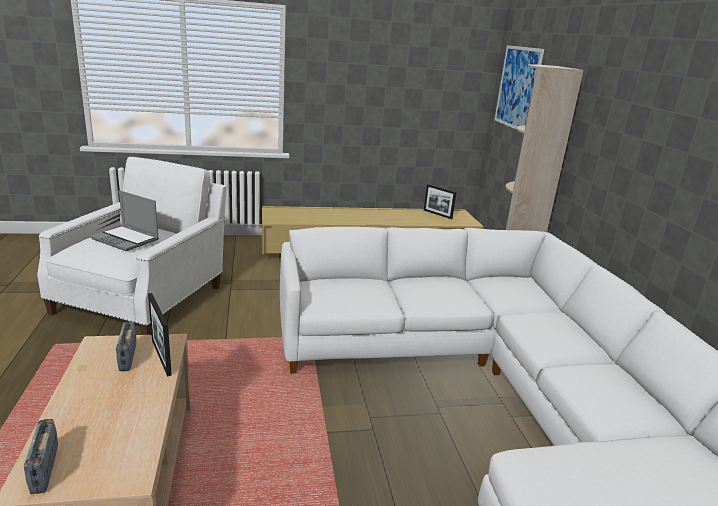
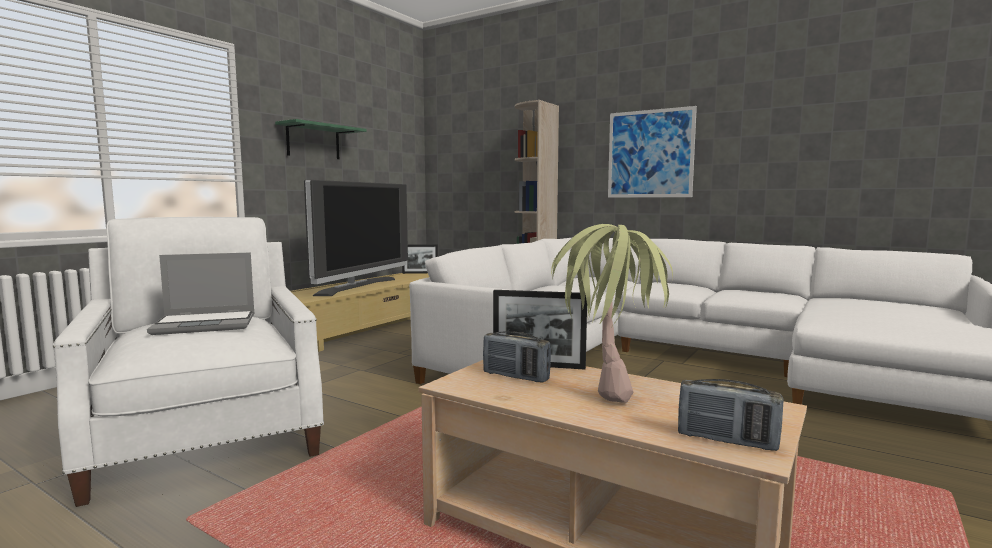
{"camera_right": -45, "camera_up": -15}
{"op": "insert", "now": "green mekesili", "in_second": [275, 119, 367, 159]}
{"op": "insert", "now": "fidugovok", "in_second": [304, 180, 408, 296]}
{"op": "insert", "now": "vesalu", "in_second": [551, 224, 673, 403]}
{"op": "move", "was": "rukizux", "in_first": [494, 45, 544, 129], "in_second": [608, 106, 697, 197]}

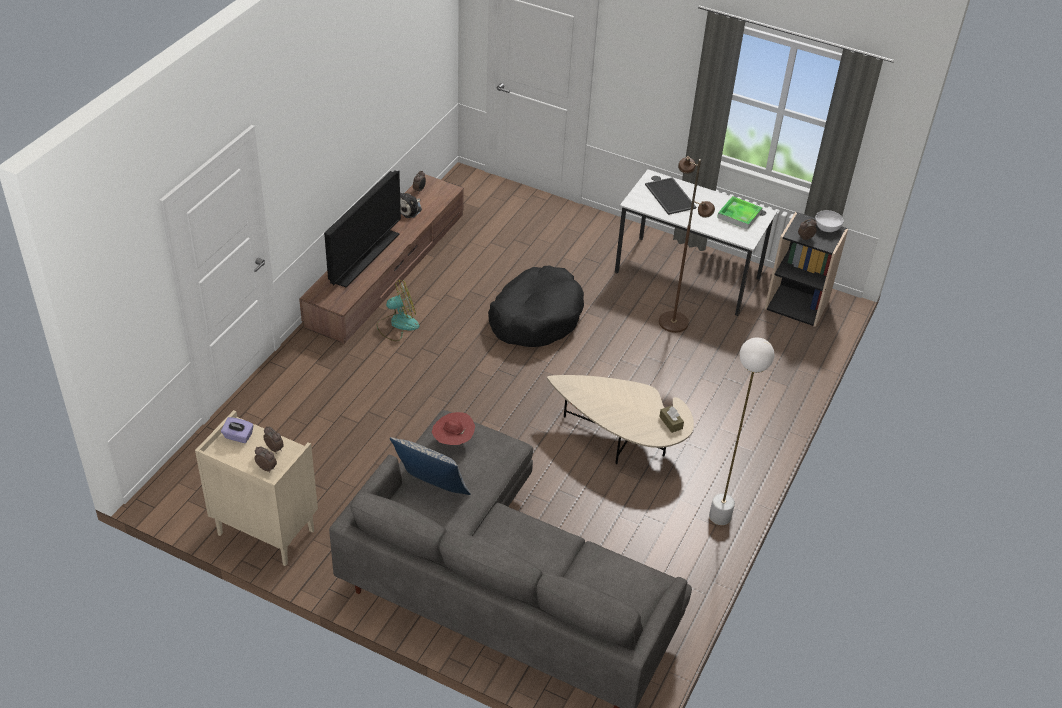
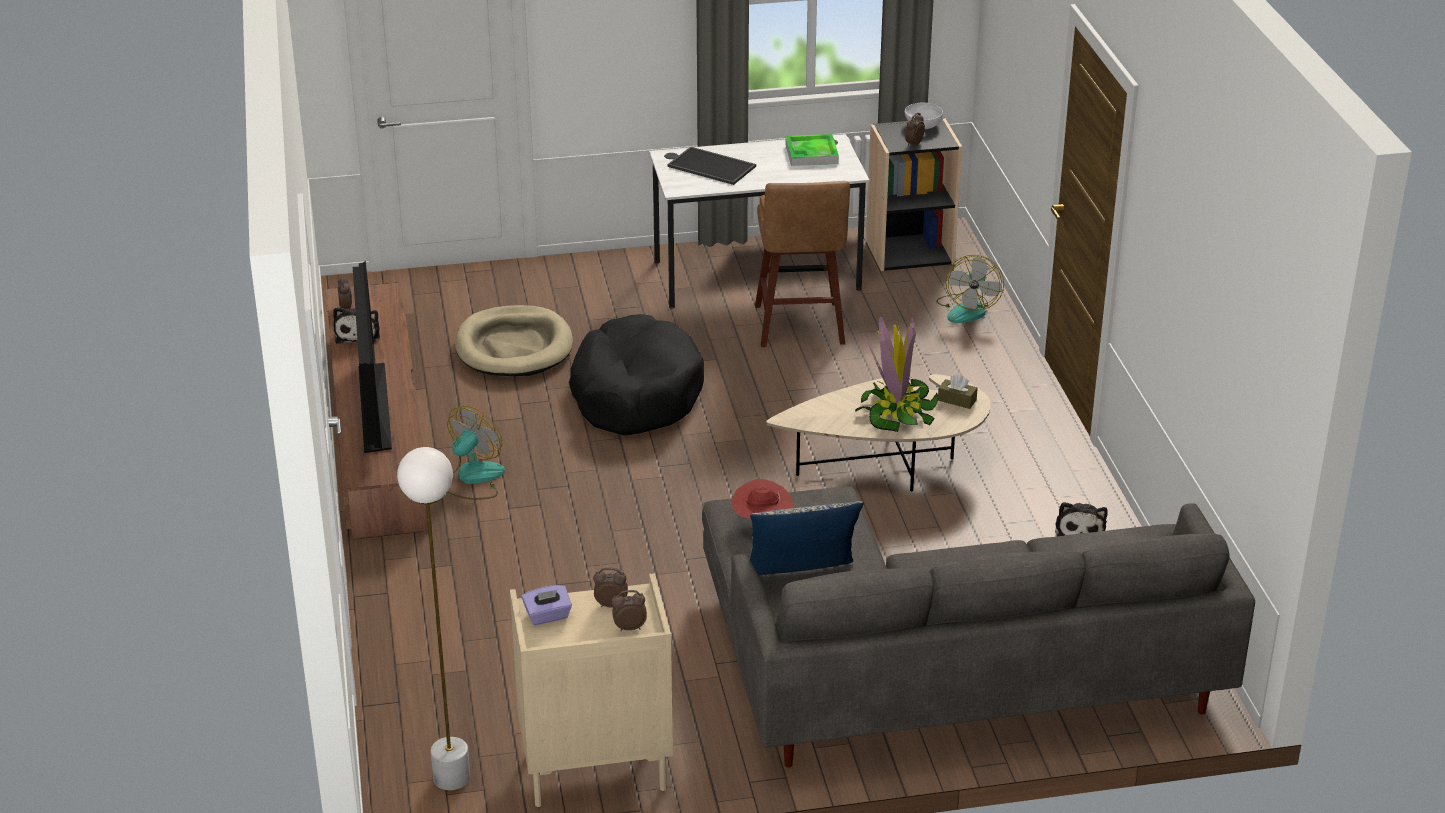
{"camera_right": -35, "camera_up": -10}
{"op": "insert", "now": "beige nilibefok", "in_second": [455, 305, 573, 376]}
{"op": "insert", "now": "vesalu", "in_second": [855, 312, 938, 432]}
{"op": "insert", "now": "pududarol", "in_second": [936, 255, 1004, 323]}
{"op": "insert", "now": "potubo", "in_second": [1055, 502, 1108, 536]}
{"op": "move", "was": "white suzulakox", "in_first": [709, 337, 775, 525], "in_second": [397, 447, 470, 790]}
{"op": "replace", "was": "brown suzulakox", "now": "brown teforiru", "in_first": [659, 156, 715, 333], "in_second": [755, 181, 850, 347]}

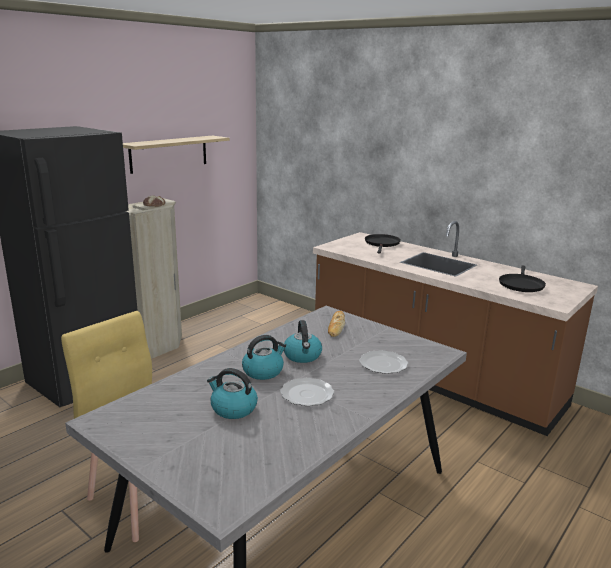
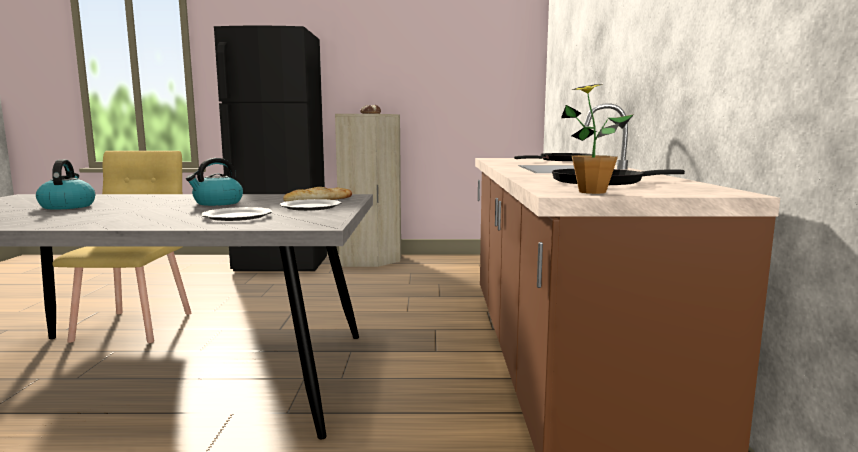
{"camera_right": 50, "camera_up": -10}
{"op": "delete", "was": "mekesili", "in_first": [123, 136, 230, 174]}
{"op": "delete", "was": "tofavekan", "in_first": [242, 335, 286, 380]}
{"op": "insert", "now": "vesalu", "in_second": [561, 84, 634, 194]}
{"op": "move", "was": "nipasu", "in_first": [280, 378, 334, 406], "in_second": [279, 199, 341, 211]}

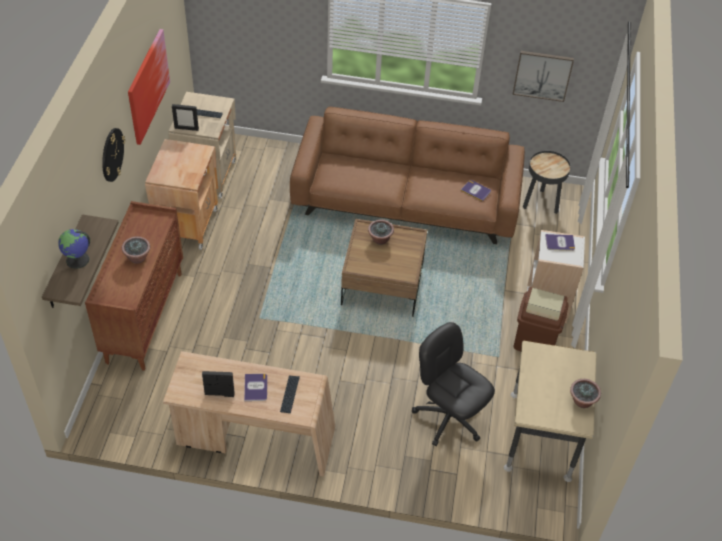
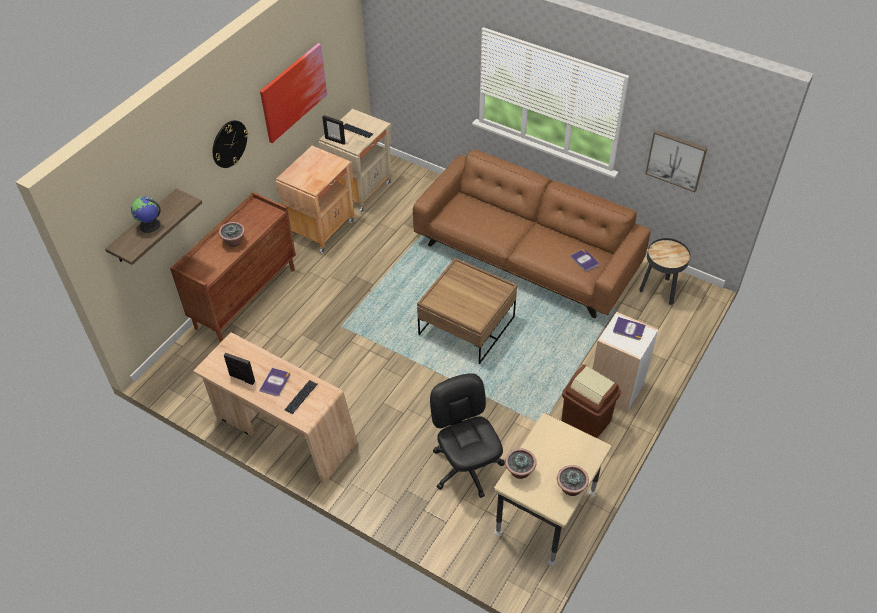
{"camera_right": 25, "camera_up": 0}
{"op": "move", "was": "vesalu", "in_first": [368, 220, 394, 245], "in_second": [505, 448, 537, 479]}

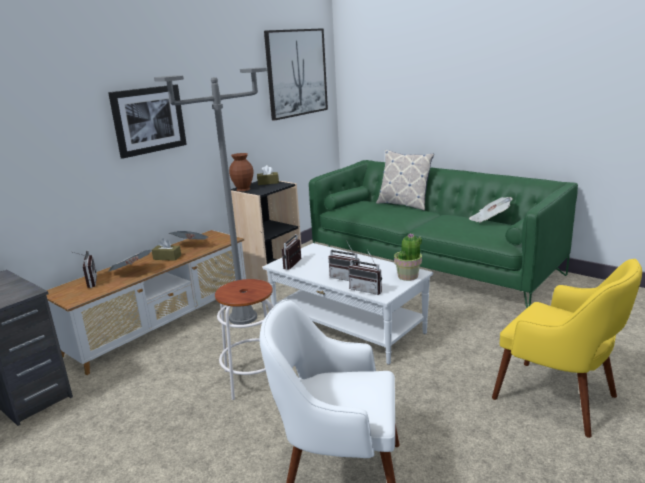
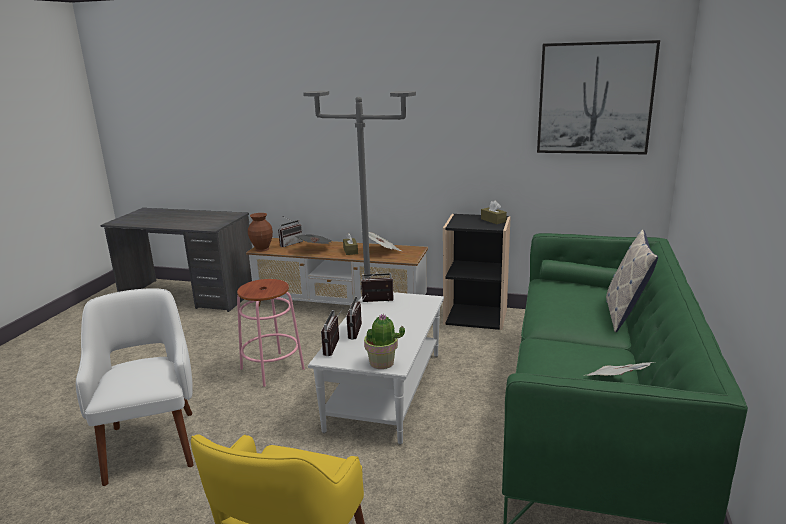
{"camera_right": 65, "camera_up": 0}
{"op": "delete", "was": "rukizux", "in_first": [108, 85, 187, 159]}
{"op": "move", "was": "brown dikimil", "in_first": [229, 153, 253, 191], "in_second": [248, 213, 273, 252]}
{"op": "recolor", "was": "white teforiru", "now": "pink teforiru", "in_first": [215, 279, 274, 400], "in_second": [237, 279, 305, 387]}

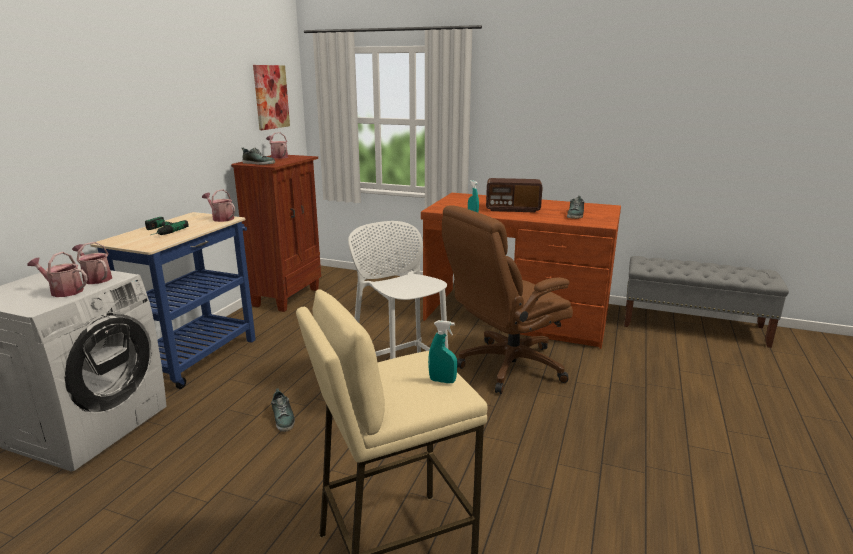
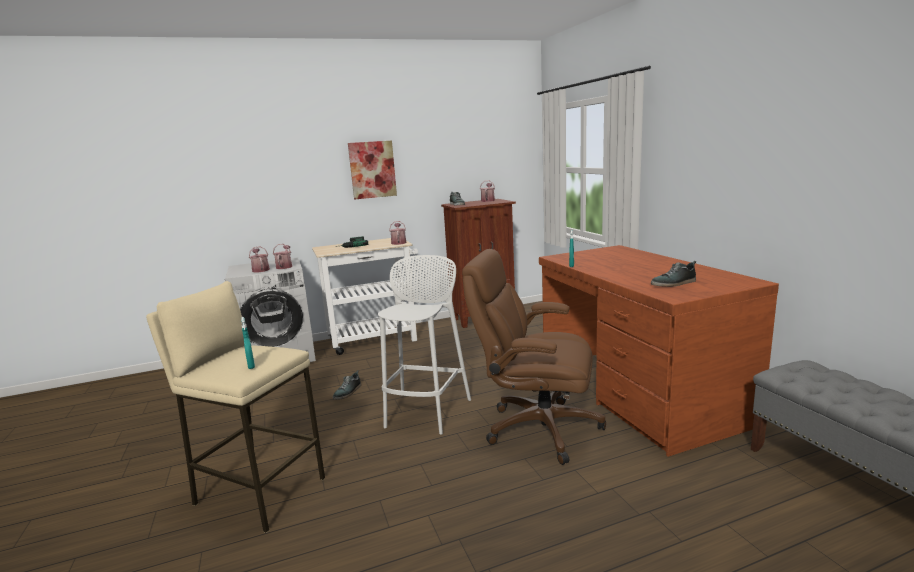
{"camera_right": 50, "camera_up": -5}
{"op": "delete", "was": "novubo", "in_first": [486, 178, 543, 213]}
{"op": "move", "was": "rukizux", "in_first": [253, 65, 290, 130], "in_second": [348, 141, 397, 199]}
{"op": "recolor", "was": "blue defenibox", "now": "white defenibox", "in_first": [90, 212, 256, 389], "in_second": [312, 238, 418, 355]}

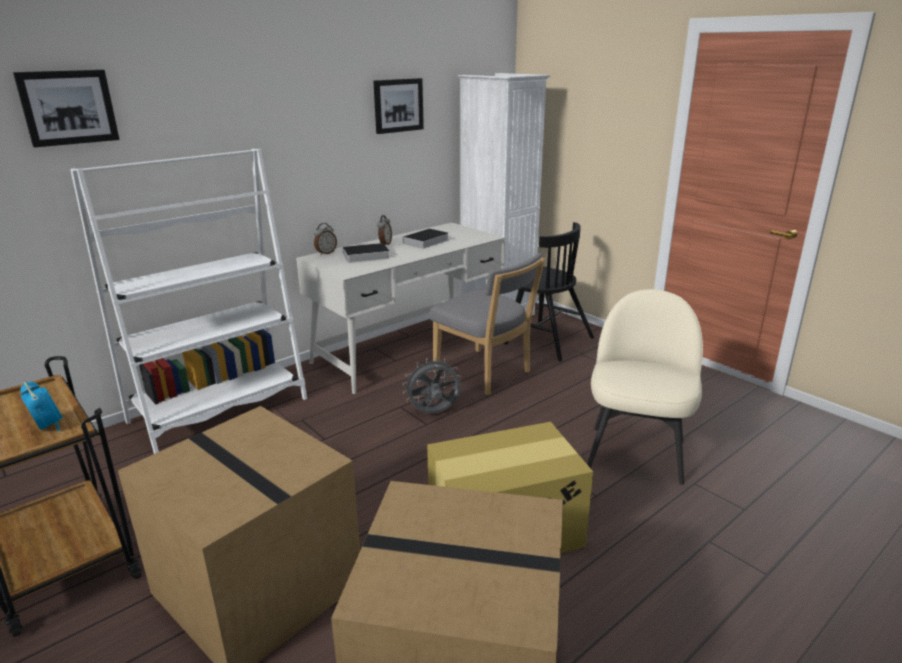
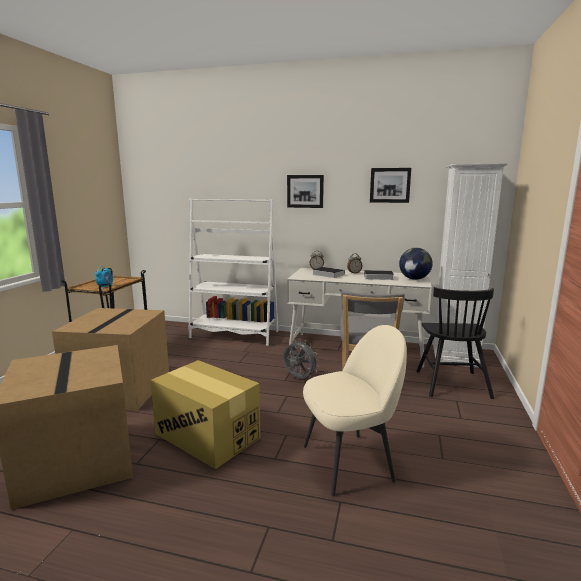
{"camera_right": 55, "camera_up": -10}
{"op": "insert", "now": "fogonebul", "in_second": [399, 248, 433, 280]}
{"op": "move", "was": "rukizux", "in_first": [13, 70, 120, 148], "in_second": [287, 175, 324, 208]}

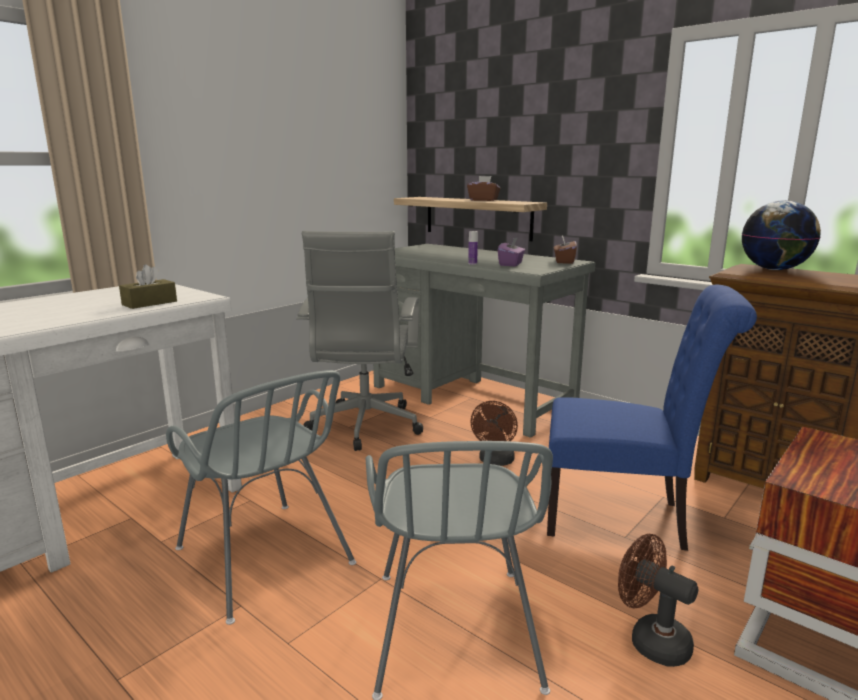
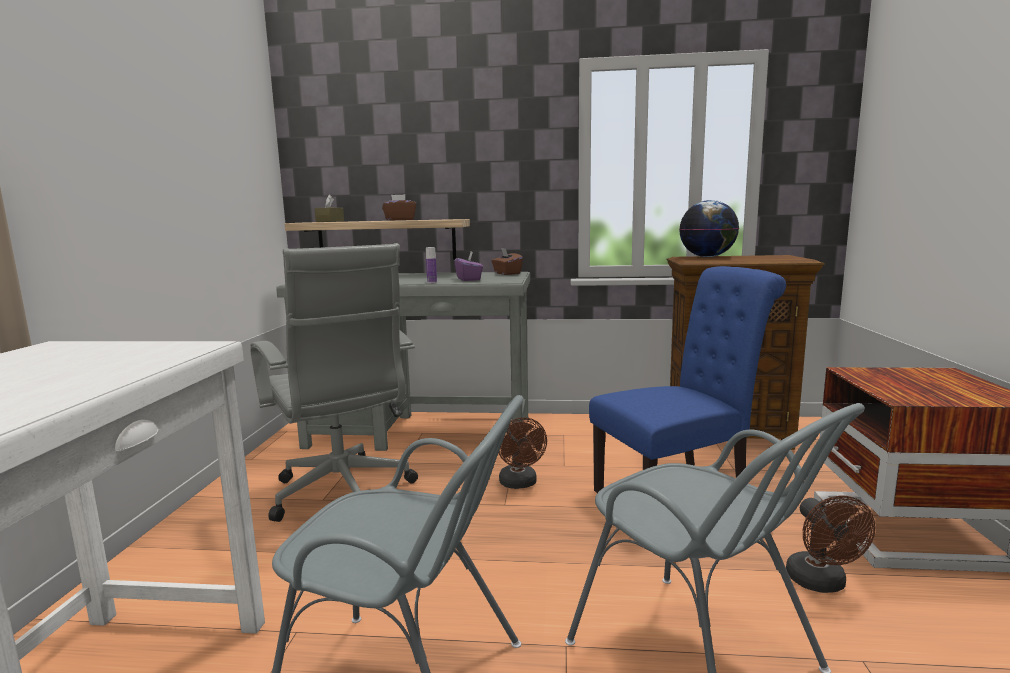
{"camera_right": -35, "camera_up": -5}
{"op": "move", "was": "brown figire", "in_first": [119, 264, 177, 309], "in_second": [315, 194, 344, 222]}
{"op": "rotate", "was": "brown pududarol", "in_first": [618, 534, 698, 667], "in_second": [786, 496, 875, 593], "clockwise": -105}

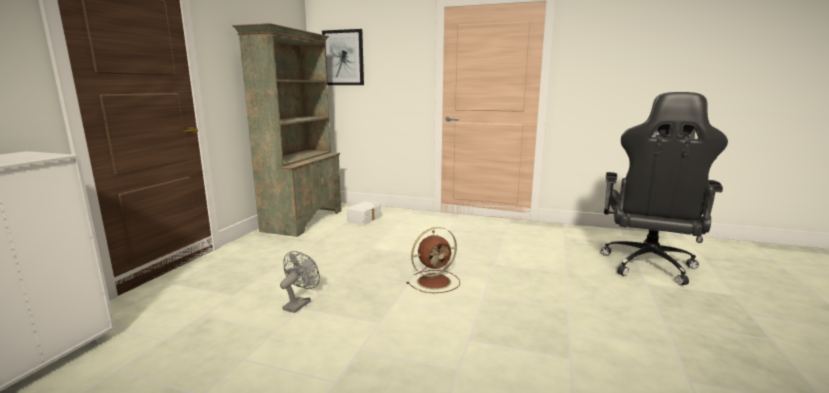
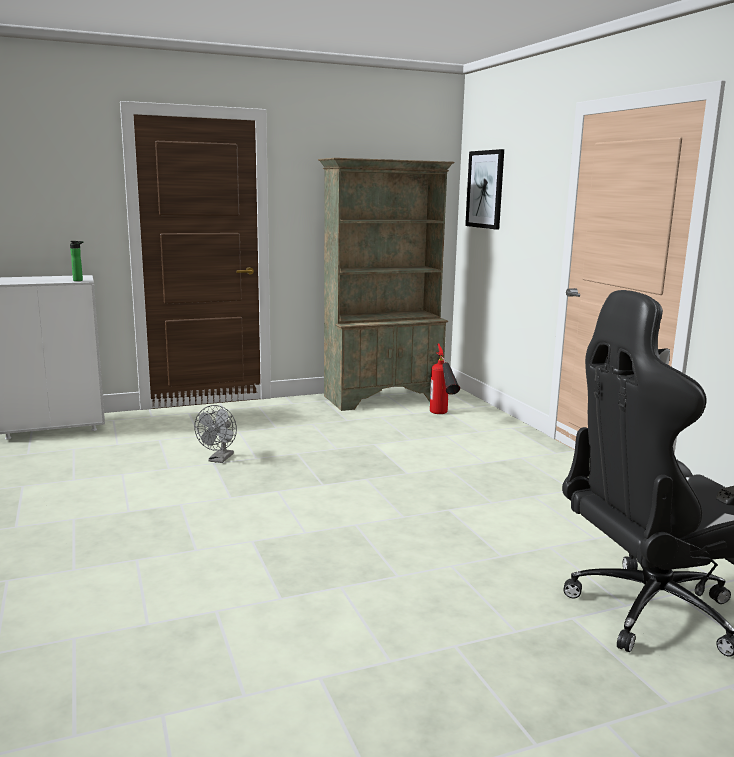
{"camera_right": 50, "camera_up": 0}
{"op": "delete", "was": "brown pududarol", "in_first": [406, 227, 460, 293]}
{"op": "insert", "now": "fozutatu", "in_second": [70, 241, 83, 281]}
{"op": "replace", "was": "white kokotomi", "now": "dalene", "in_first": [347, 201, 381, 225], "in_second": [430, 344, 460, 414]}
{"op": "rotate", "was": "grey pududarol", "in_first": [280, 251, 320, 313], "in_second": [194, 405, 237, 463], "clockwise": 120}

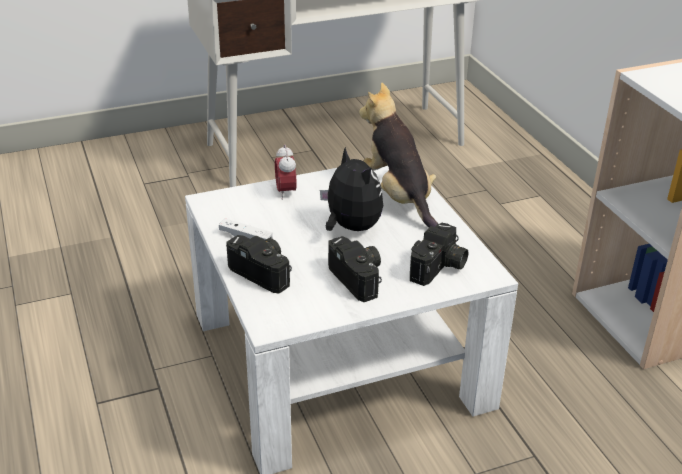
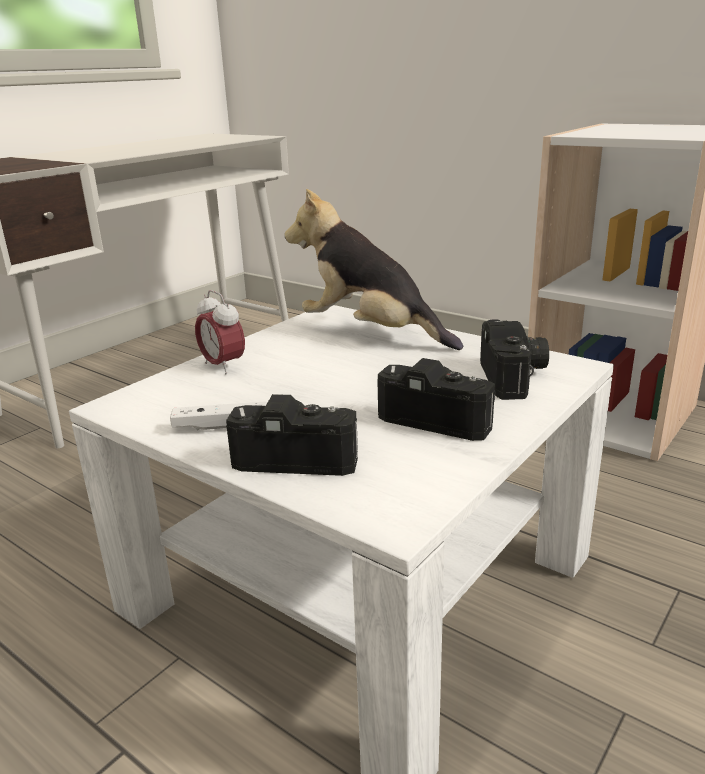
{"camera_right": -30, "camera_up": -10}
{"op": "delete", "was": "potubo", "in_first": [320, 147, 383, 231]}

